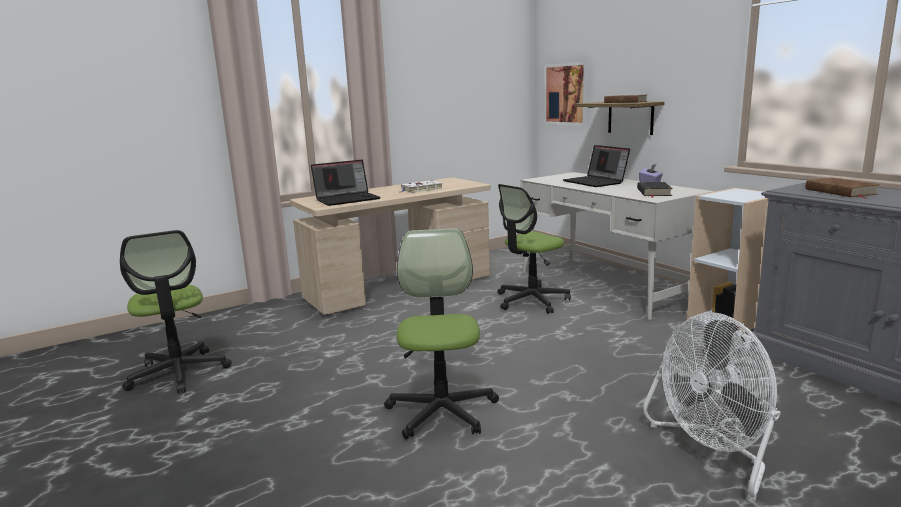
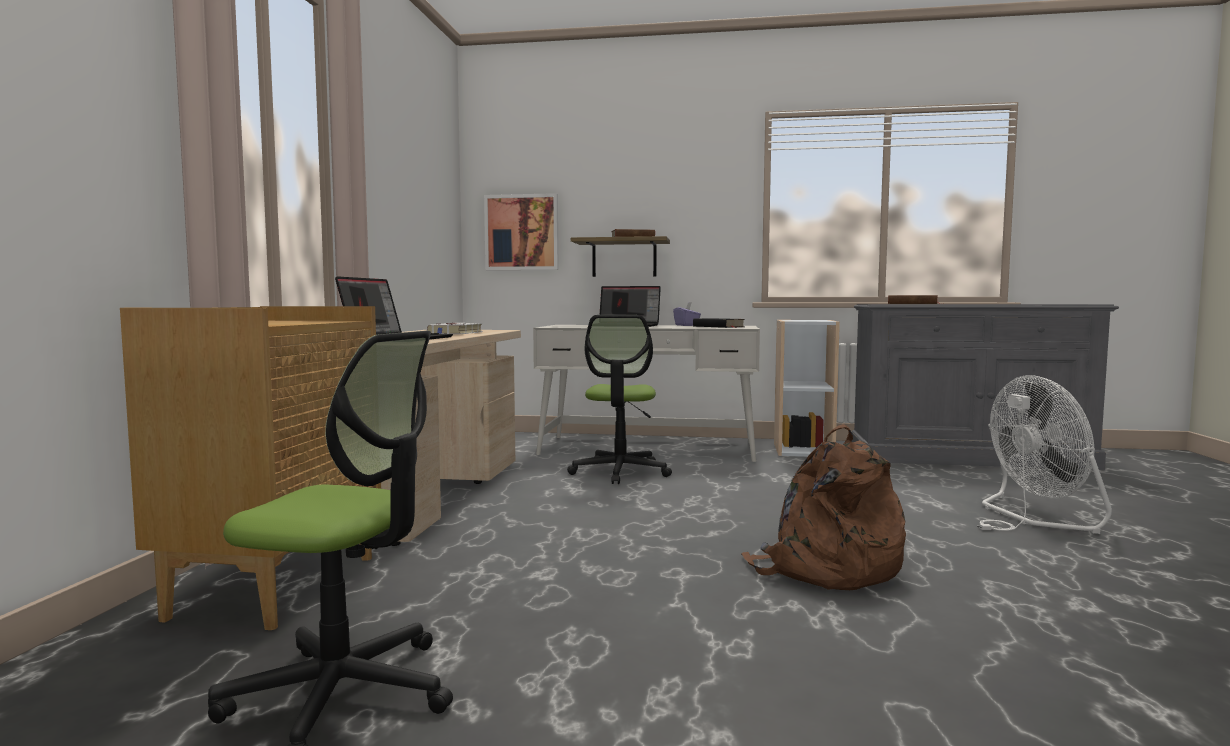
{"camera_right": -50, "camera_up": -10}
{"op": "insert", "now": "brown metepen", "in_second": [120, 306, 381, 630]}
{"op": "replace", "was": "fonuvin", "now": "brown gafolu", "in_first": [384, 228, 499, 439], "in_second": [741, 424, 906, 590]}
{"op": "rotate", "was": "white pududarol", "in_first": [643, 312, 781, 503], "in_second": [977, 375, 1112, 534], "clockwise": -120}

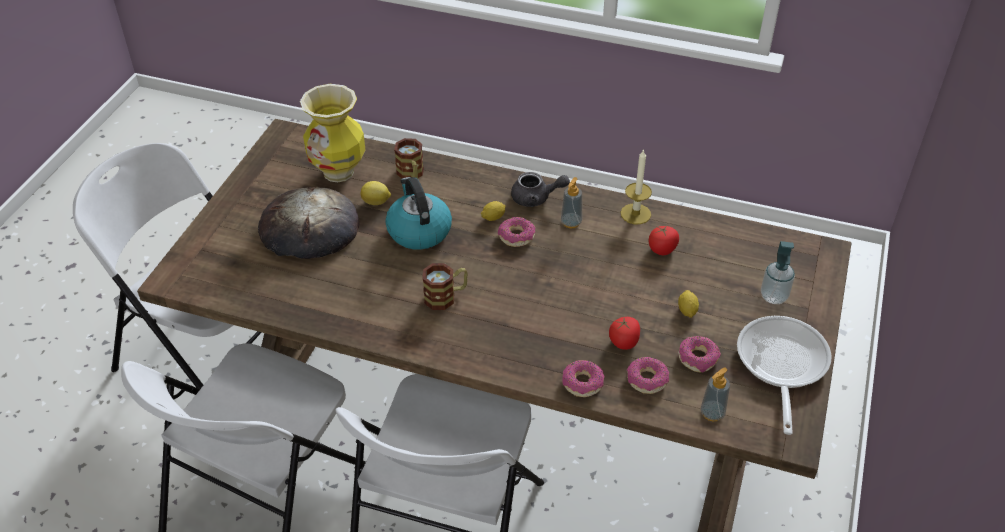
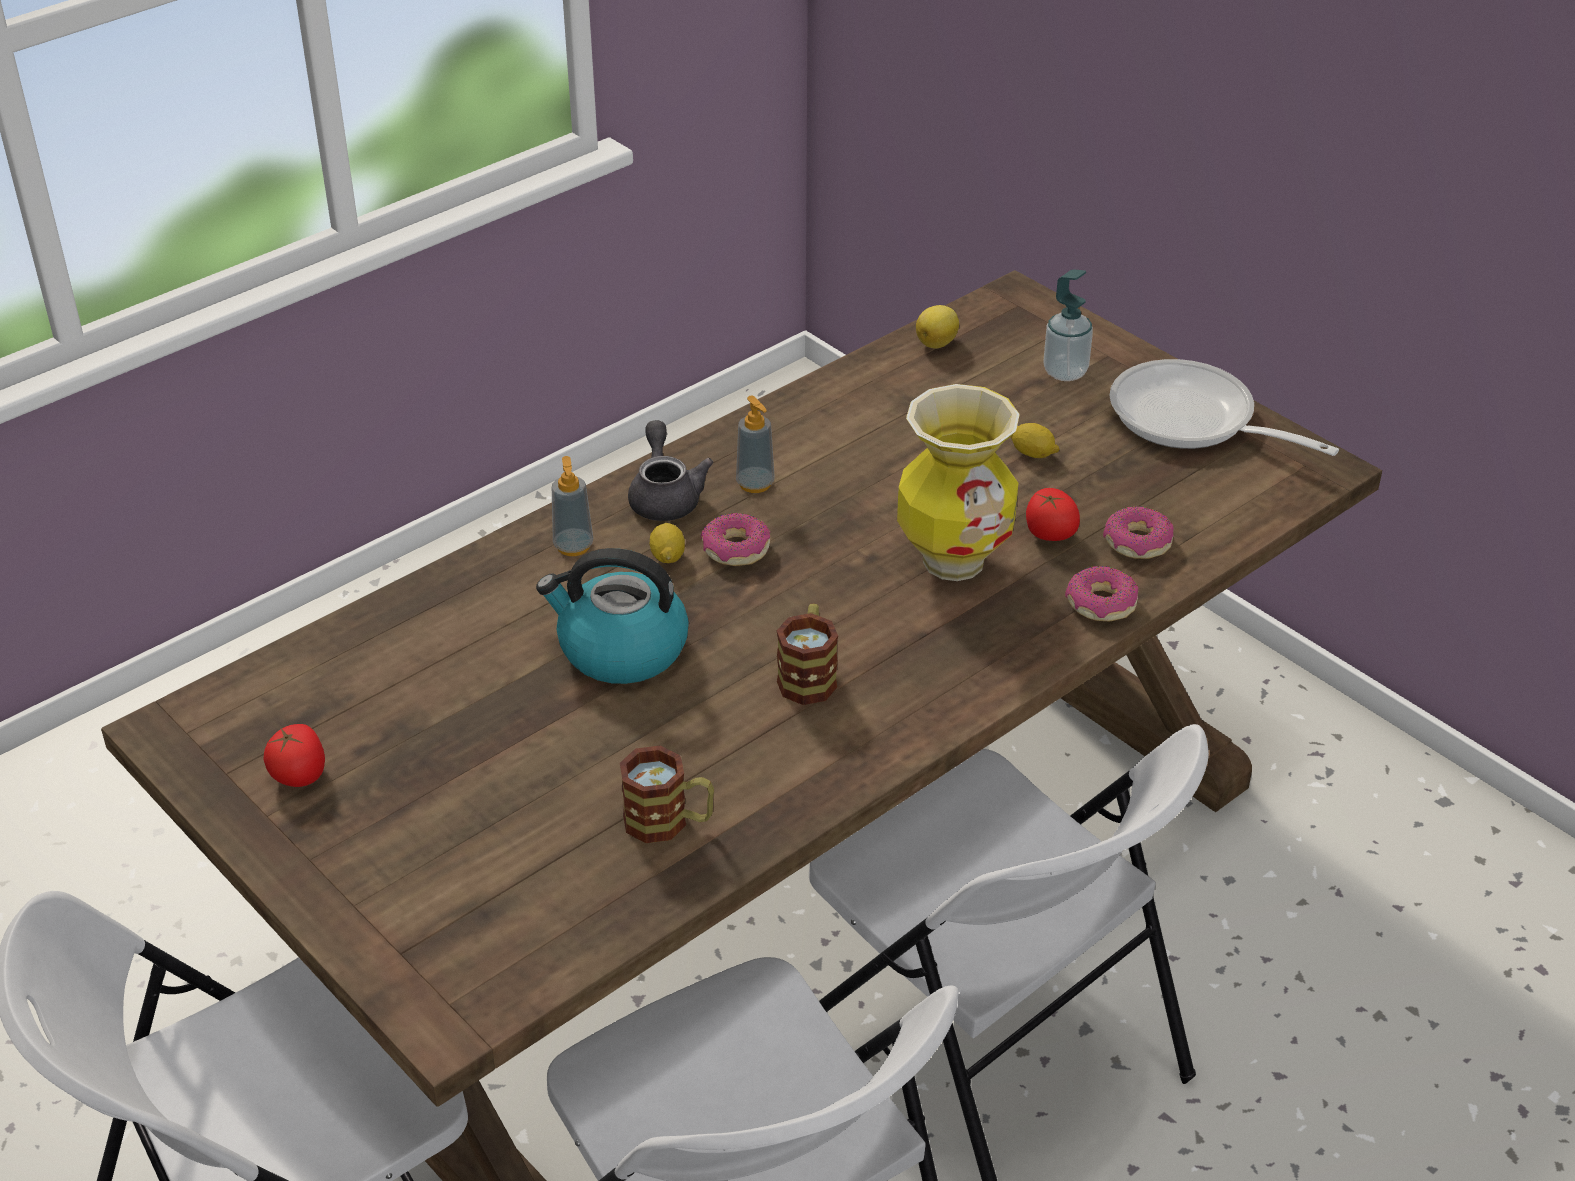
{"camera_right": -60, "camera_up": -5}
{"op": "delete", "was": "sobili", "in_first": [258, 187, 359, 259]}
{"op": "delete", "was": "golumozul", "in_first": [620, 149, 652, 224]}
{"op": "delete", "was": "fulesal", "in_first": [678, 336, 721, 372]}
{"op": "move", "was": "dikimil", "in_first": [300, 84, 365, 182], "in_second": [897, 384, 1020, 581]}
{"op": "move", "was": "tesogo", "in_first": [360, 181, 391, 205], "in_second": [916, 305, 959, 349]}
{"op": "move", "was": "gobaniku", "in_first": [394, 138, 424, 179], "in_second": [620, 745, 714, 843]}
{"op": "move", "was": "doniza", "in_first": [649, 226, 679, 255], "in_second": [264, 724, 325, 787]}
{"op": "move", "was": "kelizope", "in_first": [700, 367, 730, 421], "in_second": [552, 456, 593, 556]}
{"op": "rotate", "was": "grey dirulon", "in_first": [511, 172, 570, 207], "in_second": [628, 420, 713, 521], "clockwise": -45}

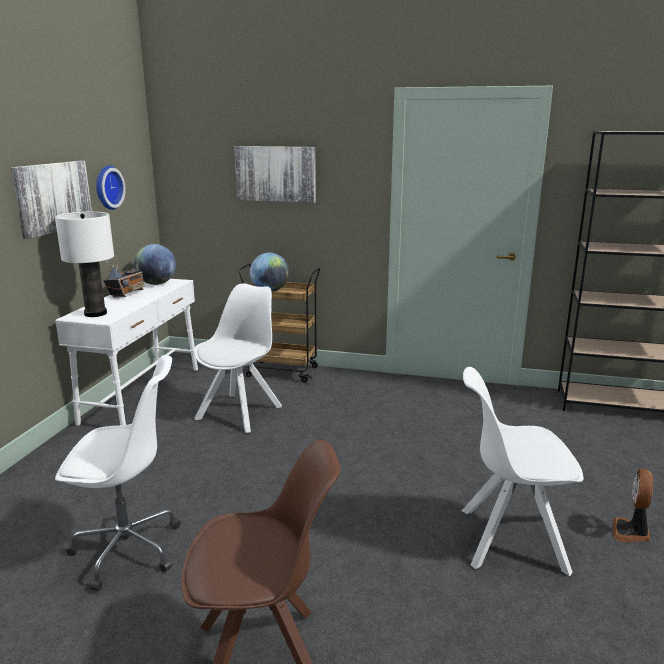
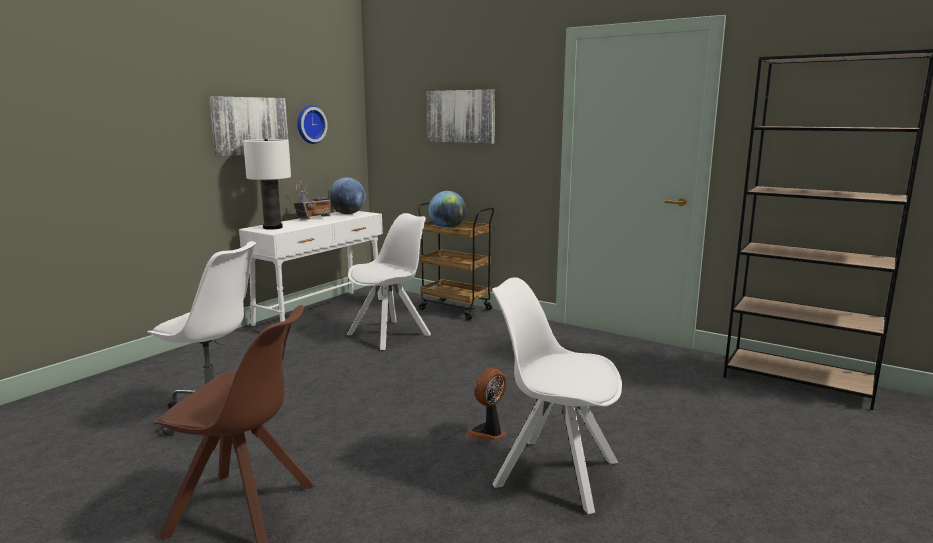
{"camera_right": 20, "camera_up": -5}
{"op": "move", "was": "pududarol", "in_first": [613, 469, 653, 543], "in_second": [466, 368, 507, 440]}

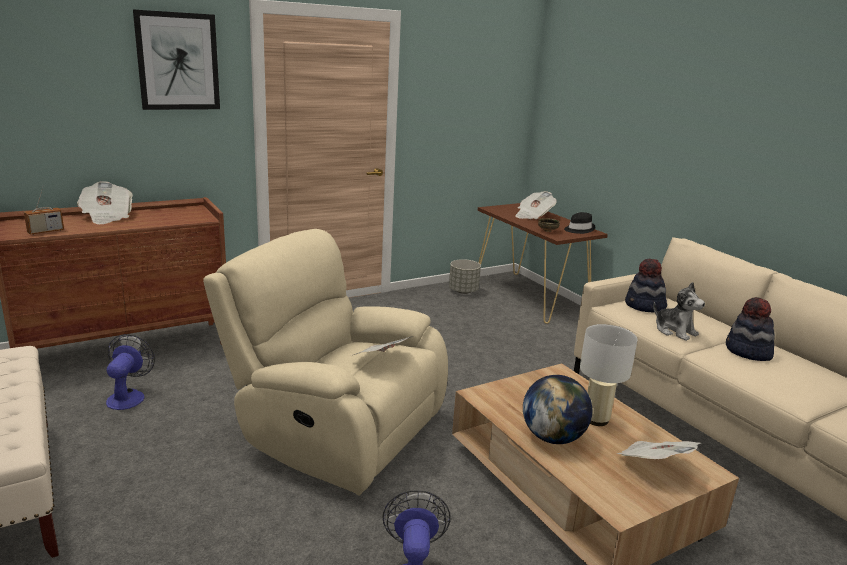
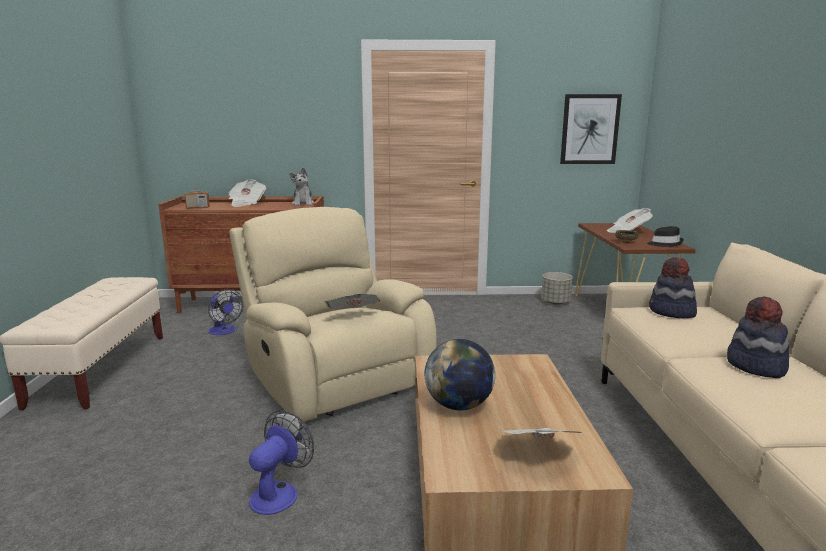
{"camera_right": 30, "camera_up": -5}
{"op": "delete", "was": "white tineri", "in_first": [580, 324, 637, 426]}
{"op": "move", "was": "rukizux", "in_first": [133, 10, 220, 110], "in_second": [560, 94, 622, 164]}
{"op": "move", "was": "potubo", "in_first": [653, 282, 705, 341], "in_second": [289, 168, 314, 206]}
{"op": "rotate", "was": "pududarol", "in_first": [106, 334, 155, 410], "in_second": [208, 289, 243, 335], "clockwise": 105}

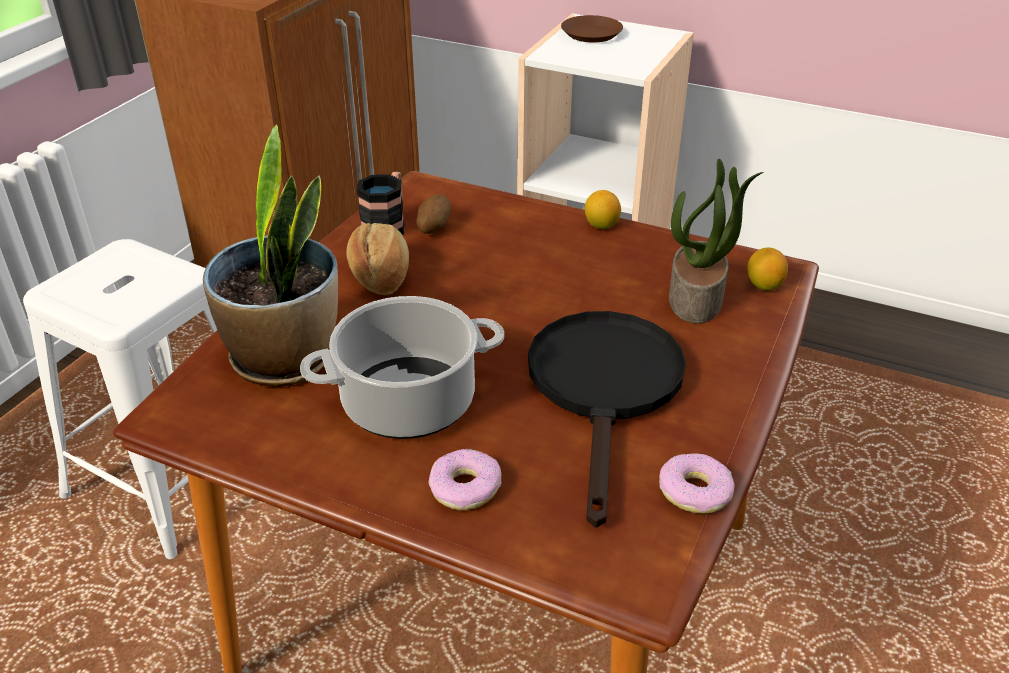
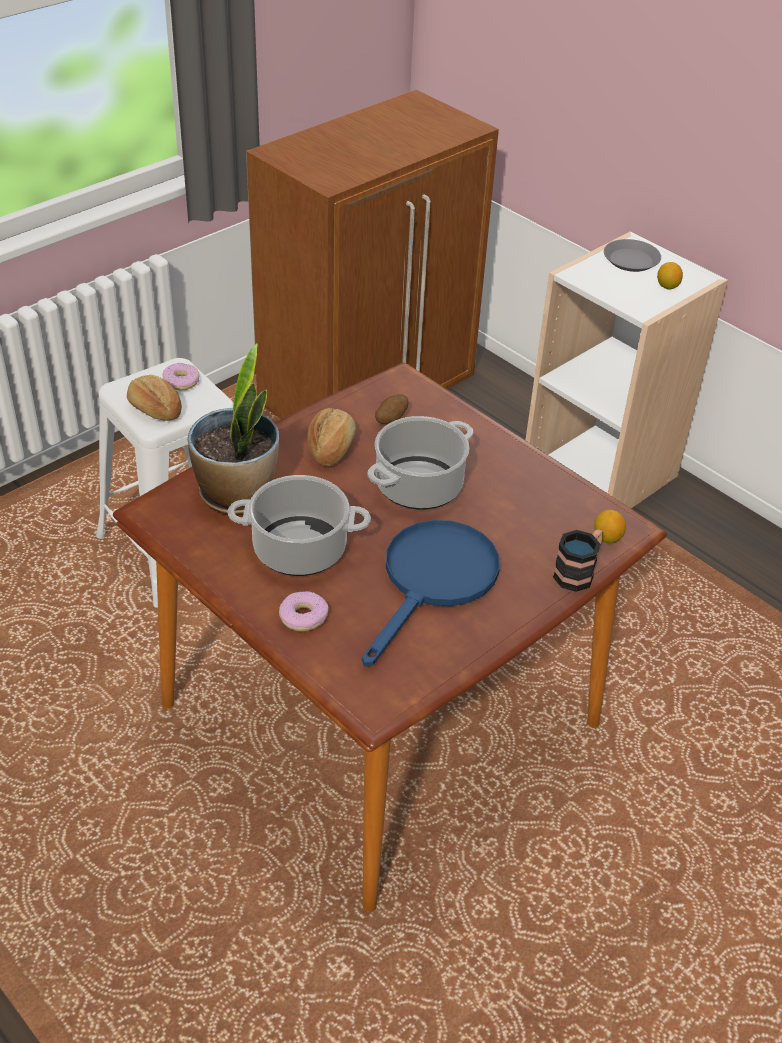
{"camera_right": 20, "camera_up": 5}
{"op": "delete", "was": "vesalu", "in_first": [669, 159, 763, 324]}
{"op": "insert", "now": "sobili", "in_second": [127, 375, 182, 421]}
{"op": "insert", "now": "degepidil", "in_second": [367, 416, 473, 510]}
{"op": "move", "was": "gobaniku", "in_first": [357, 172, 405, 235], "in_second": [553, 529, 603, 592]}
{"op": "move", "was": "tesogo", "in_first": [585, 190, 621, 229], "in_second": [657, 262, 683, 290]}
{"op": "move", "was": "fulesal", "in_first": [659, 453, 735, 513], "in_second": [162, 363, 200, 390]}
{"op": "recolor", "was": "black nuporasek", "now": "blue nuporasek", "in_first": [528, 311, 686, 527], "in_second": [362, 520, 500, 667]}
{"op": "recolor", "was": "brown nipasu", "now": "grey nipasu", "in_first": [561, 15, 623, 43], "in_second": [604, 239, 661, 272]}

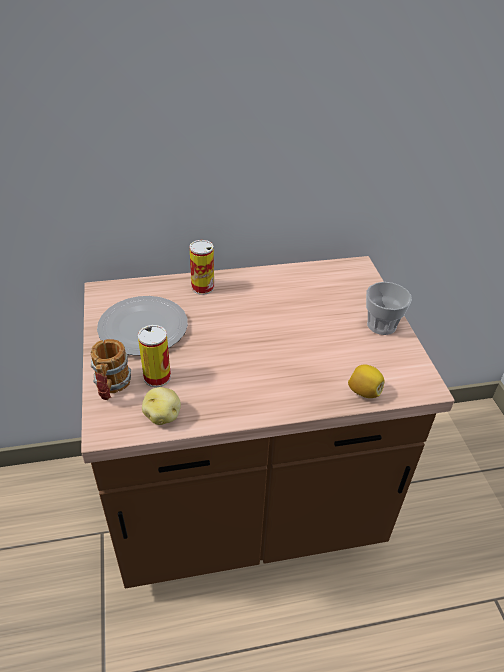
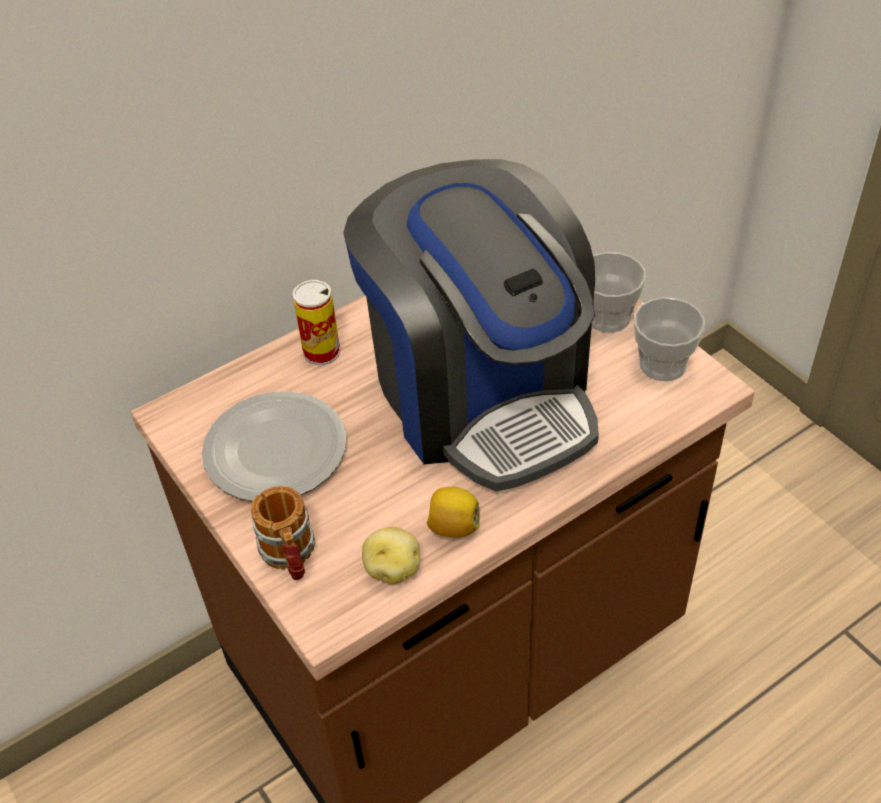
{"camera_right": -20, "camera_up": 5}
{"op": "delete", "was": "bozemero", "in_first": [138, 325, 171, 387]}
{"op": "insert", "now": "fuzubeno", "in_second": [343, 159, 599, 492]}
{"op": "insert", "now": "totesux", "in_second": [634, 297, 705, 382]}
{"op": "move", "was": "tesogo", "in_first": [348, 364, 384, 398], "in_second": [427, 487, 480, 537]}

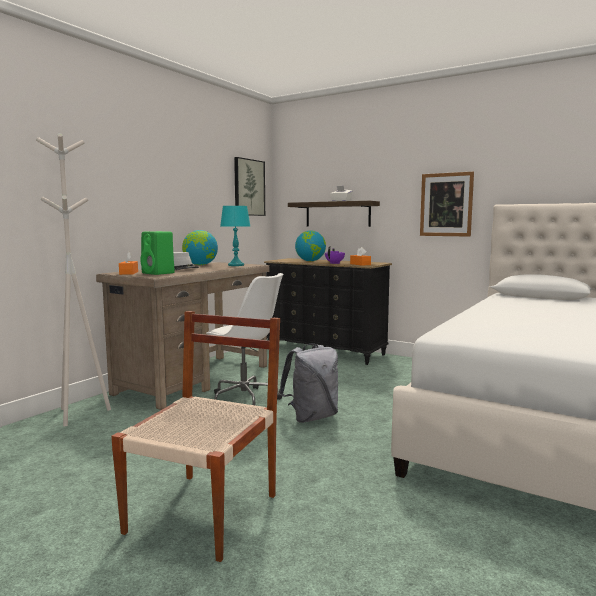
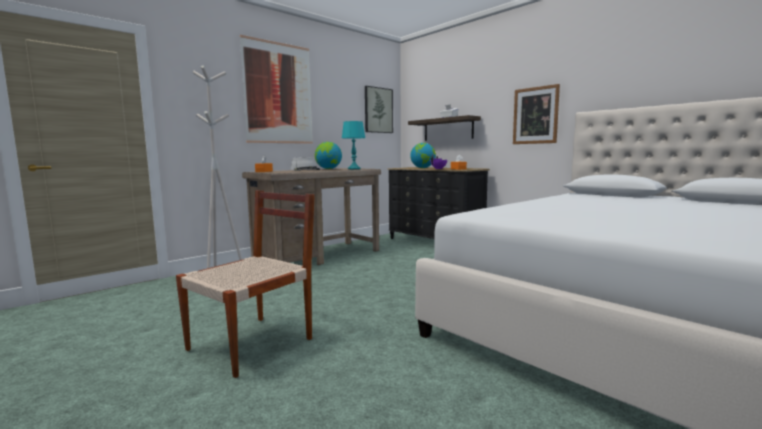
{"camera_right": 15, "camera_up": 0}
{"op": "delete", "was": "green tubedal", "in_first": [140, 231, 175, 275]}
{"op": "delete", "was": "white fonuvin", "in_first": [206, 273, 284, 405]}
{"op": "delete", "was": "grey gafolu", "in_first": [279, 343, 338, 423]}
{"op": "insert", "now": "rukizux", "in_second": [240, 35, 313, 144]}

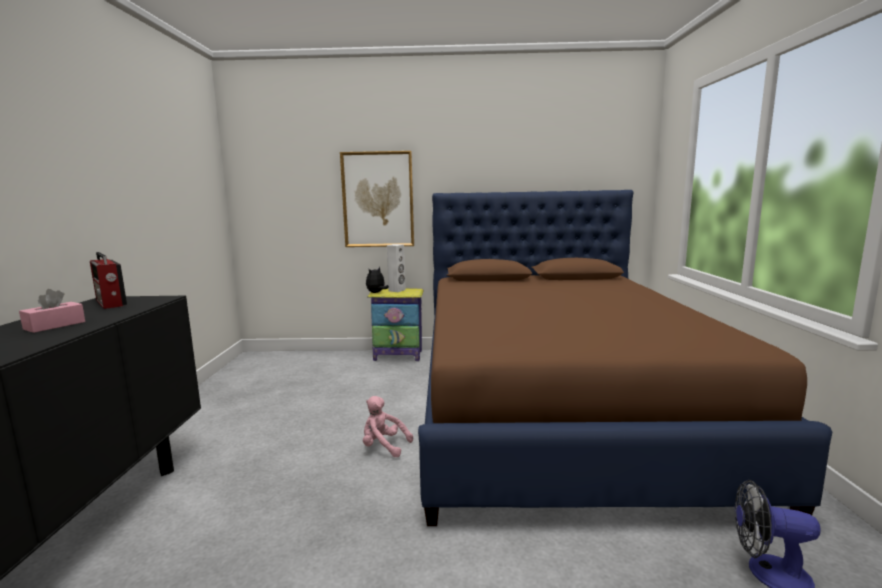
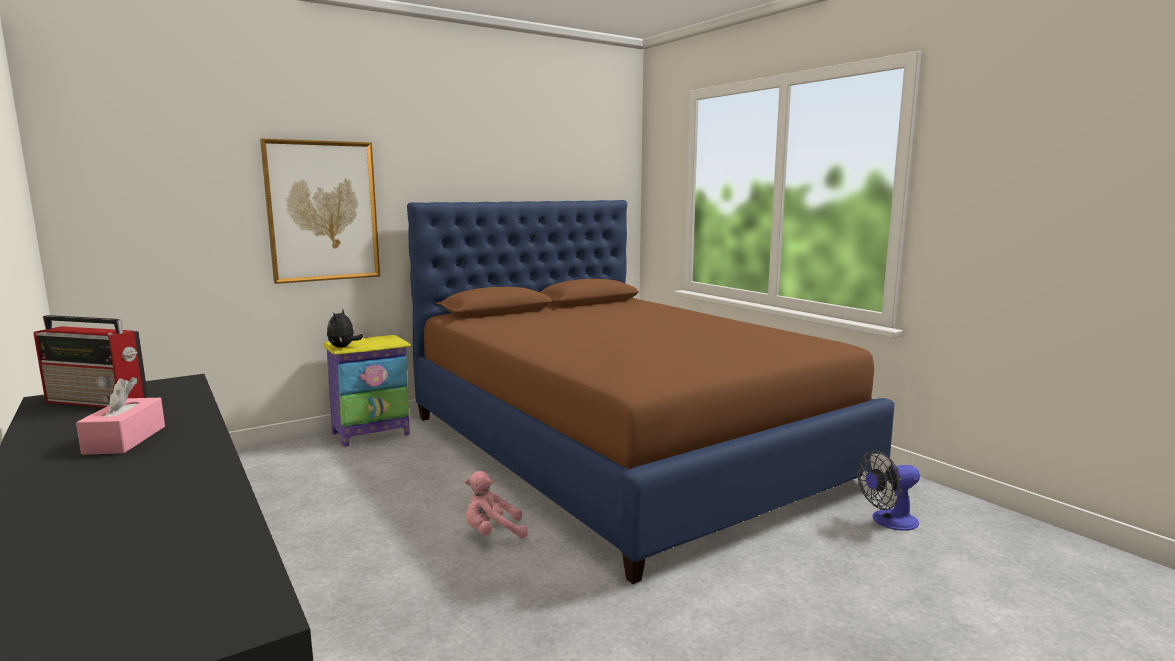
{"camera_right": -35, "camera_up": 0}
{"op": "delete", "was": "white tubedal", "in_first": [387, 244, 406, 292]}

